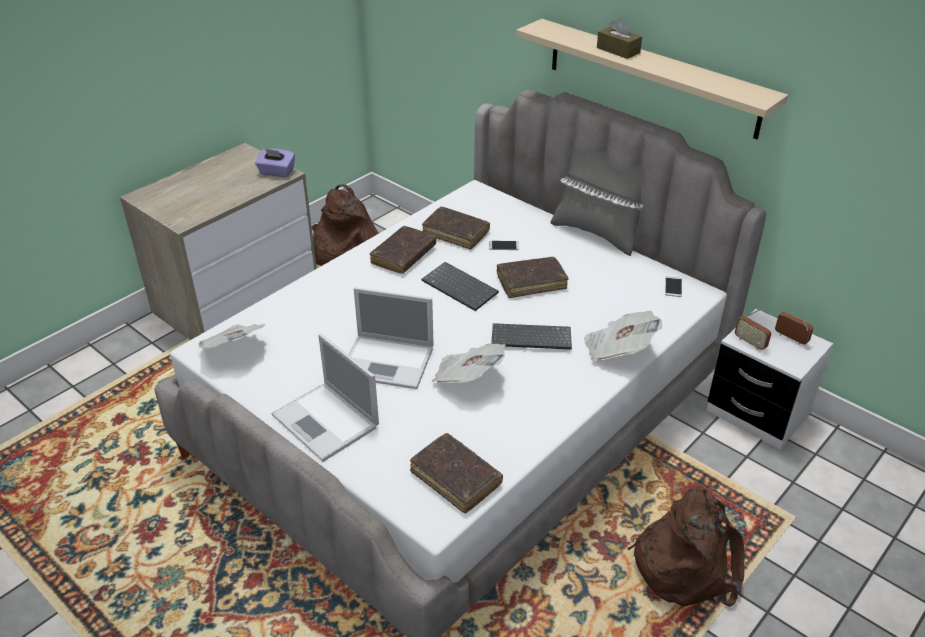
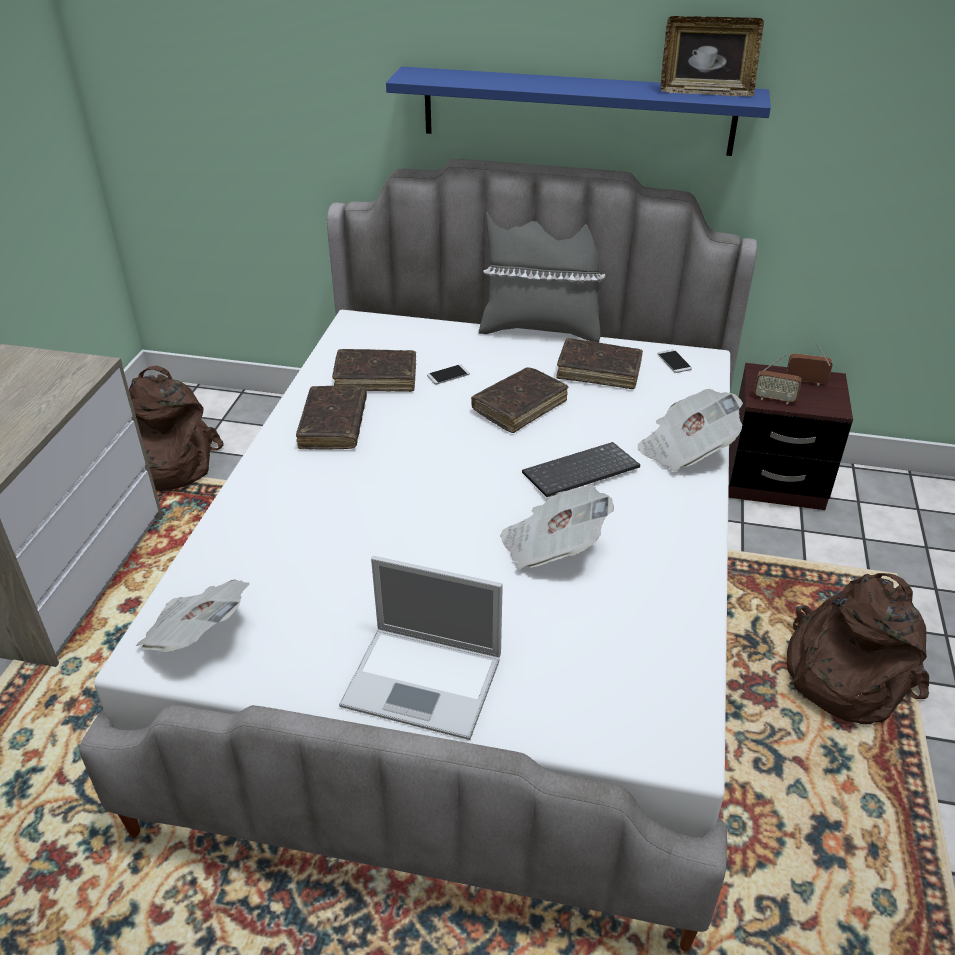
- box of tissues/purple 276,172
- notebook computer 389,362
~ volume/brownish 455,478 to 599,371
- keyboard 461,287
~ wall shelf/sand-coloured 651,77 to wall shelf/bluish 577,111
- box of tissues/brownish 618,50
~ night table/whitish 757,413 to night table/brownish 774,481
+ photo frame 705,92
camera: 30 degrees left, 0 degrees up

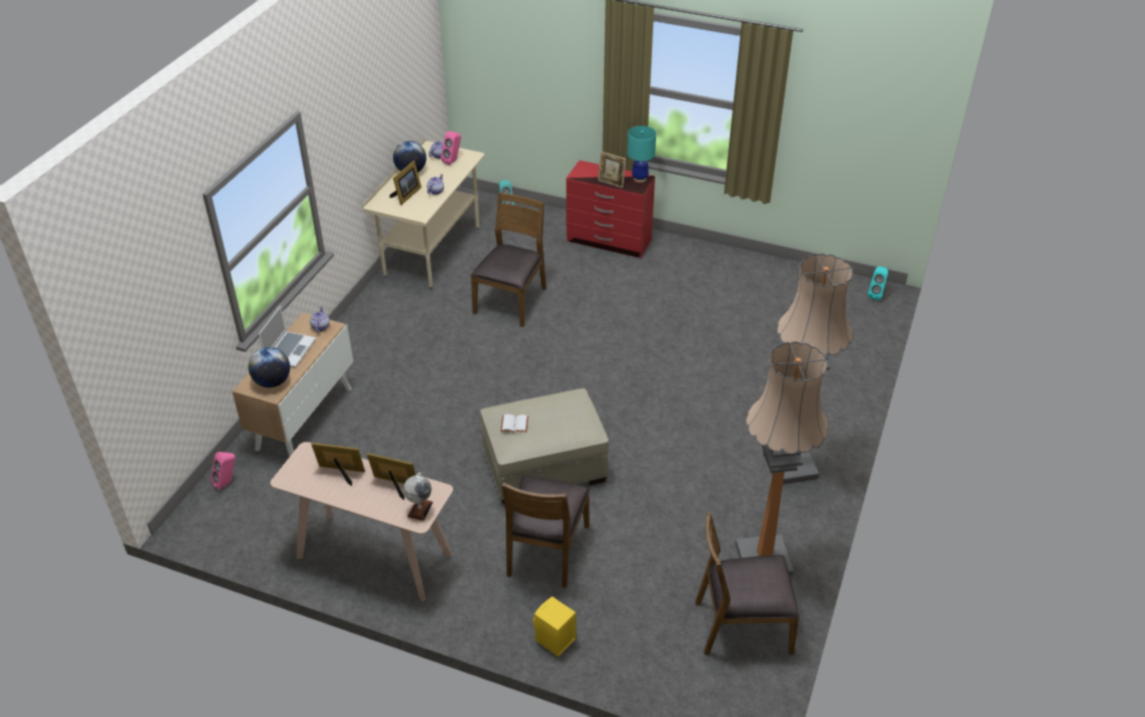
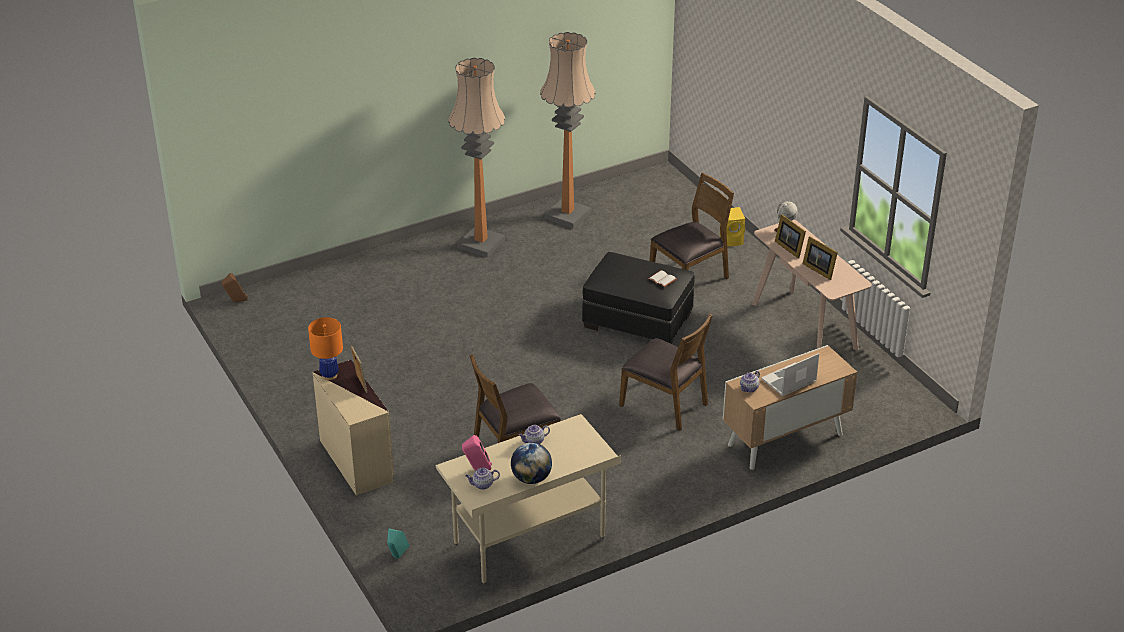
- speaker/pink-coloured 227,483
- world globe 272,382
- photo frame 406,195
~ pouffe/sand-coloured 543,466 to pouffe/black 638,320
~ dresser/reddish 609,241 to dresser/sand-coloured 357,460
~ tabletop lamp/turquoise 639,178 to tabletop lamp/orange 329,375
~ upright chair/brownish 742,625 to 665,404
~ speaker/turquoise 876,295 to speaker/brownish 236,302
camera: 140 degrees left, 5 degrees down

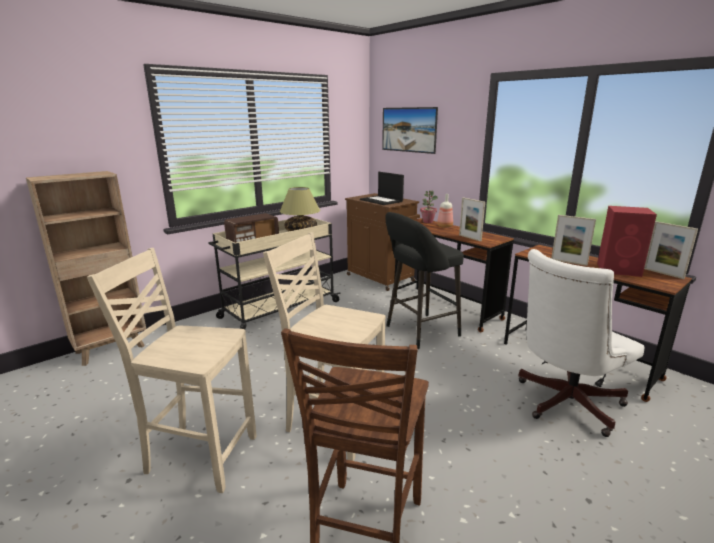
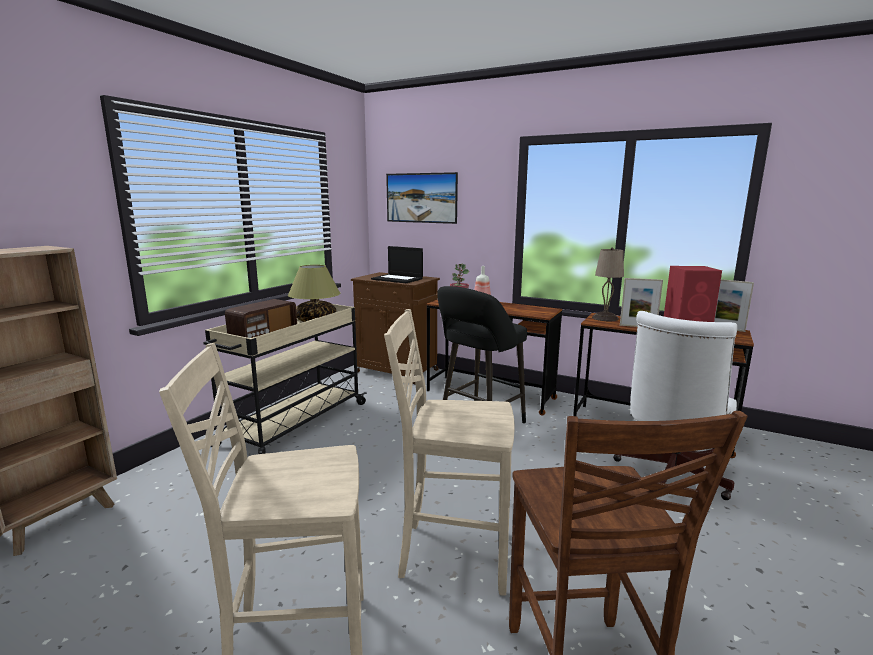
- photo frame 470,238
+ tabletop lamp/sand-coloured 605,318
camera: 20 degrees left, 5 degrees down

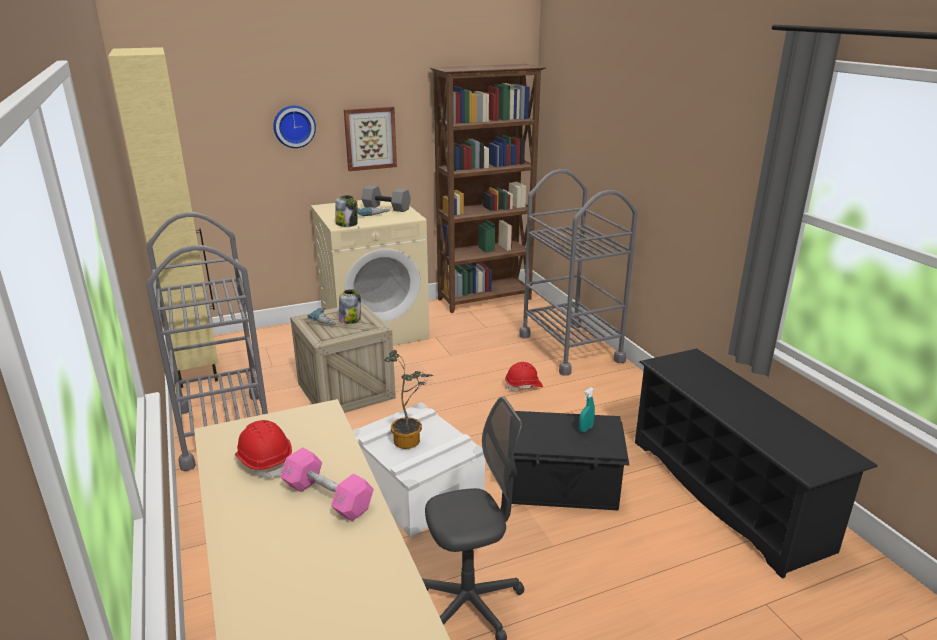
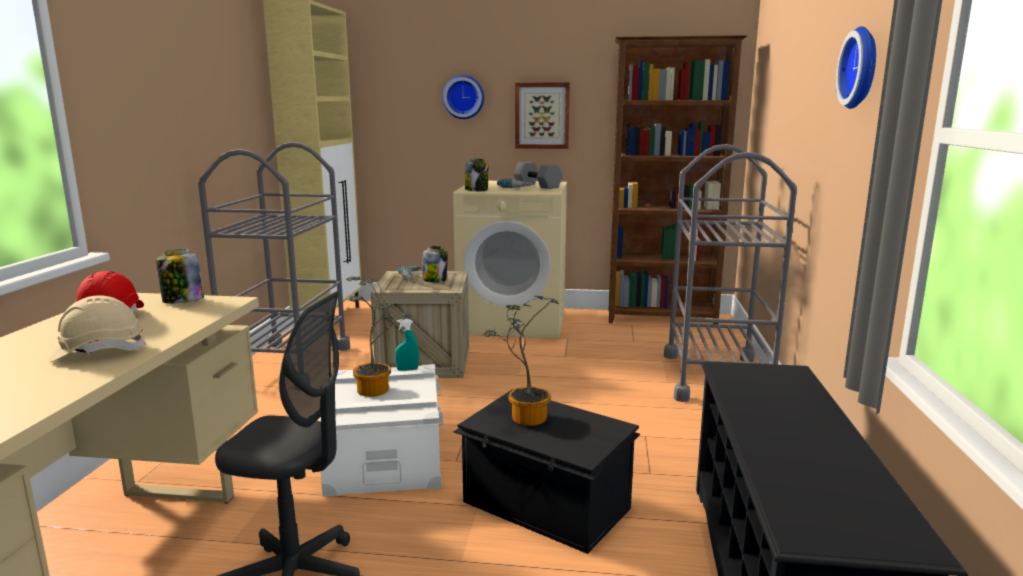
~ dumbbell/pink-coloured 328,497 to hard hat/sand-coloured 98,352
- hard hat/reddish 523,386
~ hand sprayer/turquoise 585,429 to 407,369
+ preserve jar 182,301
+ houseplant 524,417
+ hanging clock 863,68
camera: 30 degrees right, 10 degrees down

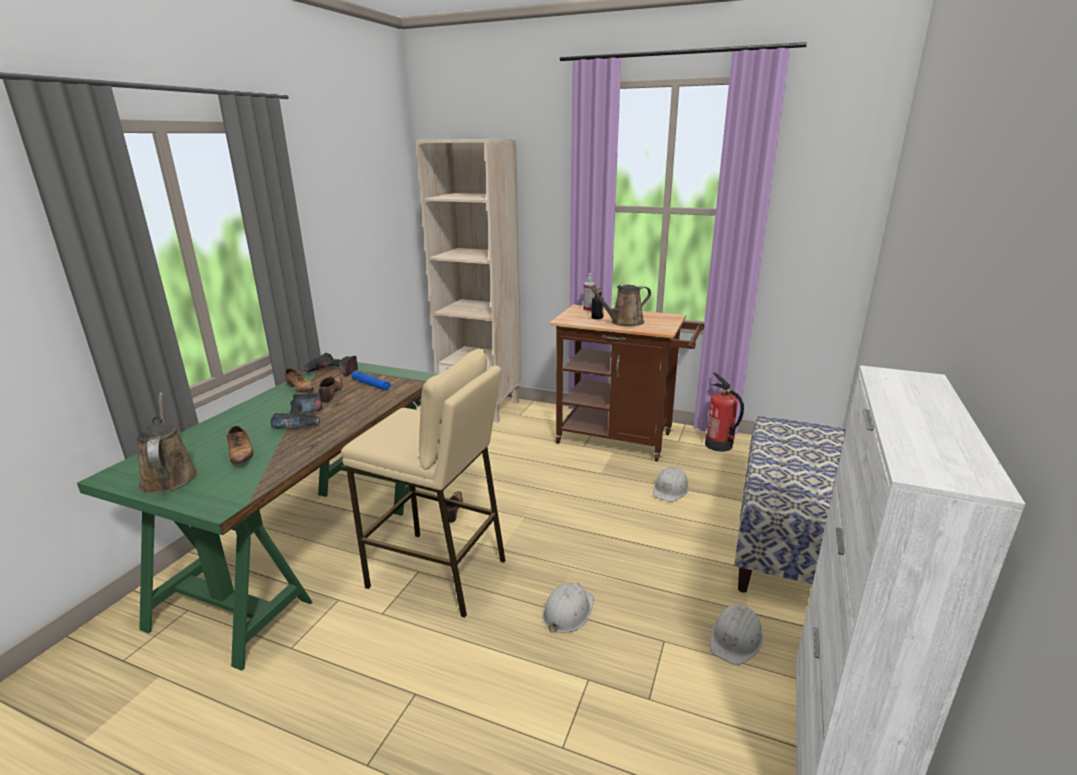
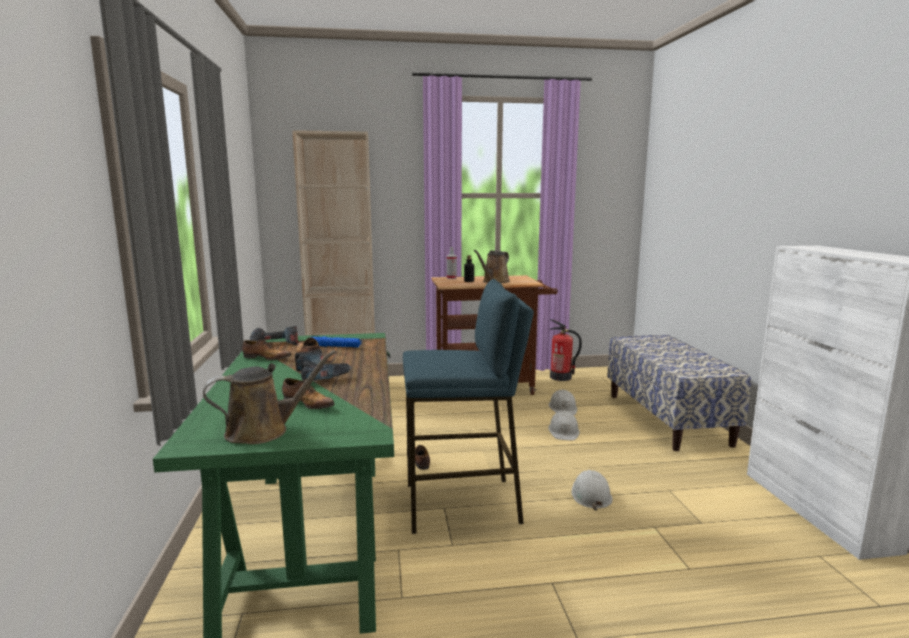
~ sprinkling can/brownish 169,476 = 263,431 120 degrees clockwise
~ stool/sand-coloured 438,574 to stool/bluish 463,504
~ hard hat/whitish 736,639 to 564,431
camera: 30 degrees left, 10 degrees down

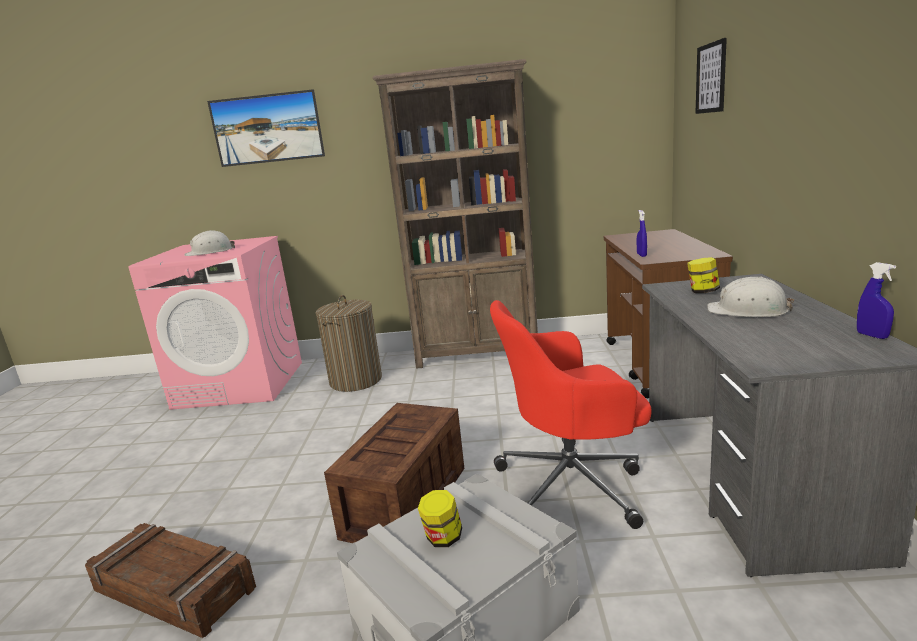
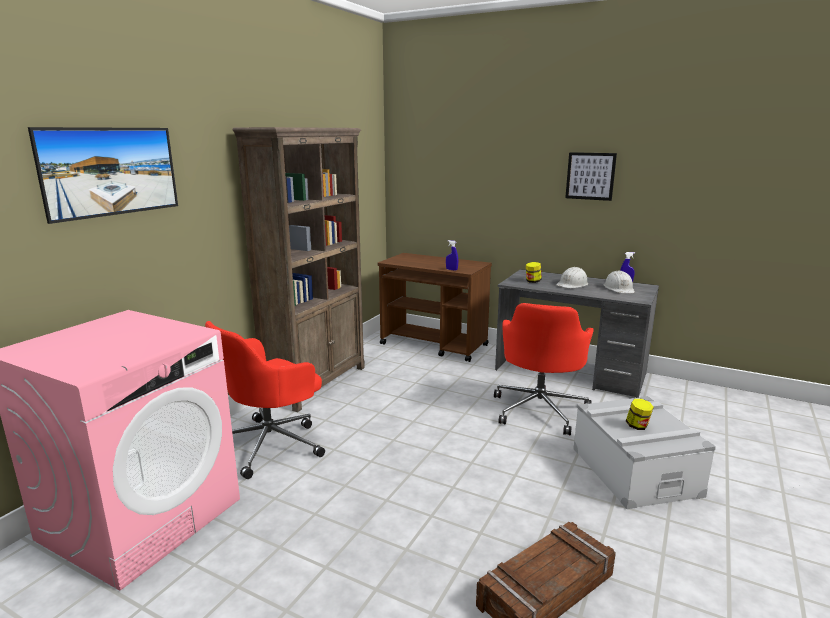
~ hard hat/whitish 210,252 to 619,288
~ hamper 356,380 to desk chair/reddish 271,444
- packing crate 405,502
~ picture 711,78 to 590,176
camera: 65 degrees left, 0 degrees up

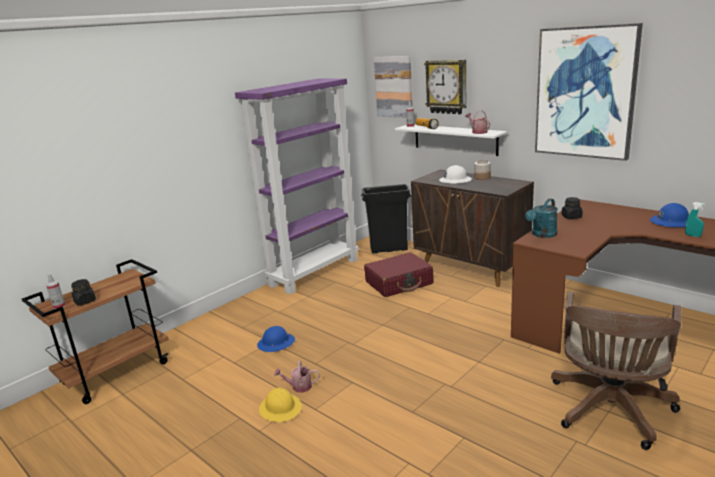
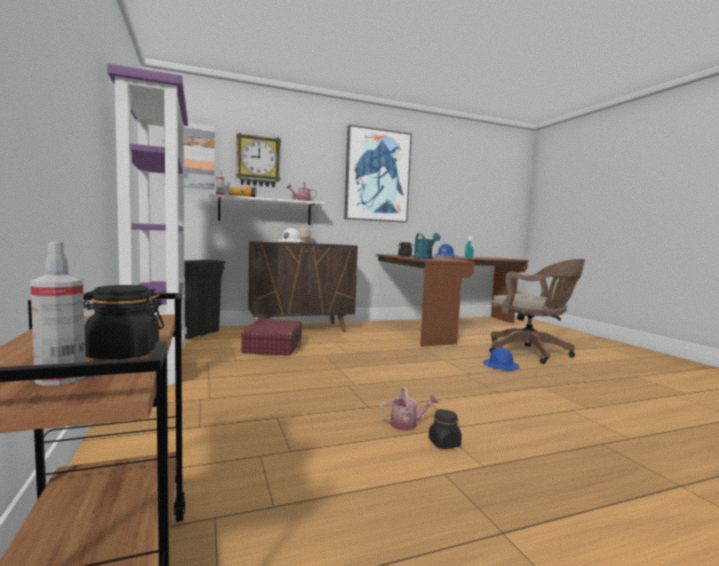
~ hard hat/bluish 276,343 to 501,365
~ hard hat/yellowish 280,408 to preserve jar/black 444,443
~ sprinkling can 299,387 = 407,424 120 degrees counterclockwise
camera: 65 degrees left, 15 degrees down

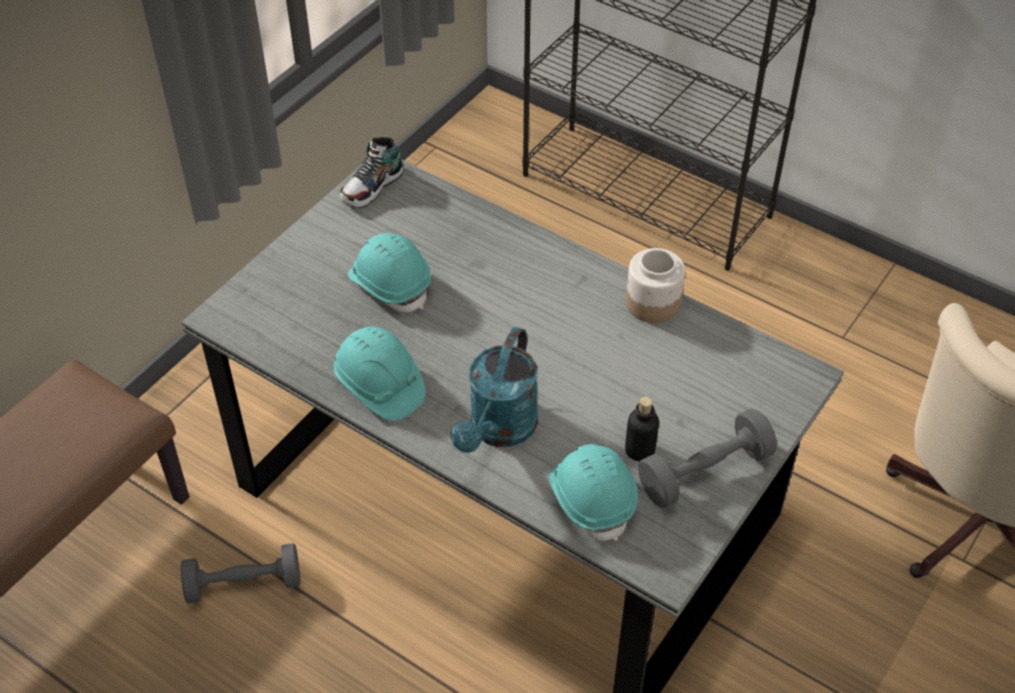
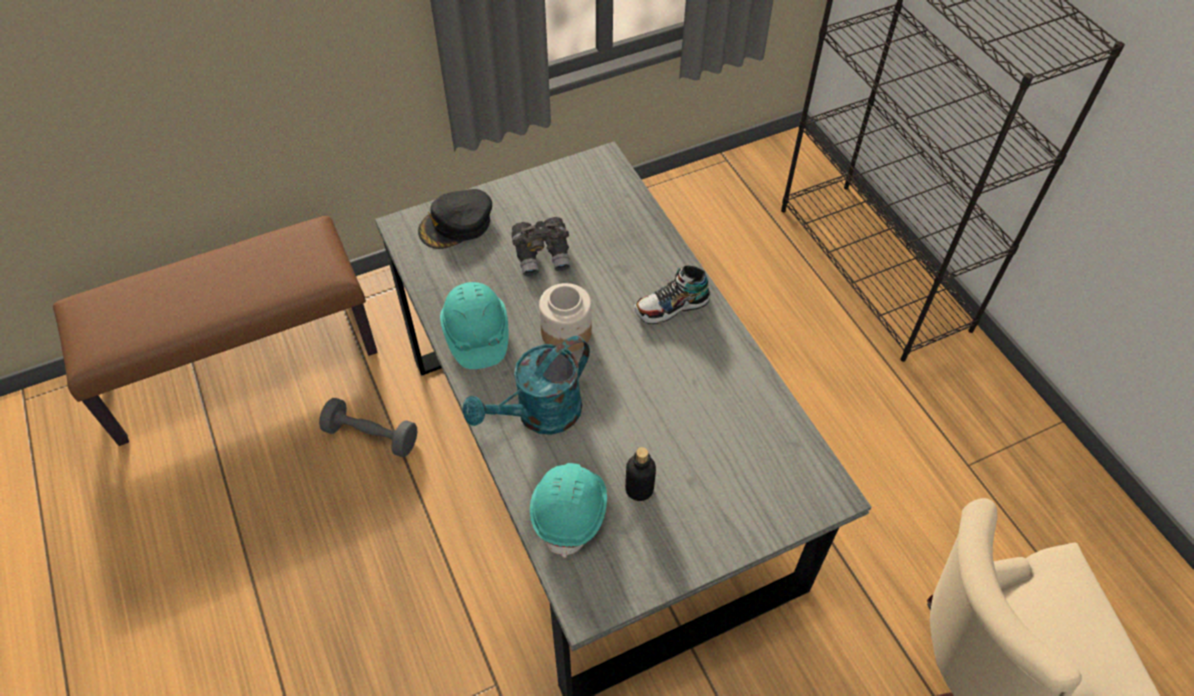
~ item of footwear 372,187 to 671,307
~ hard hat/turquoise 390,284 to field glasses/grey 543,256
~ preserve jar 652,304 to 565,332
- dumbbell/grey 704,472
+ peaked cap/black 456,224
camera: 30 degrees right, 5 degrees up

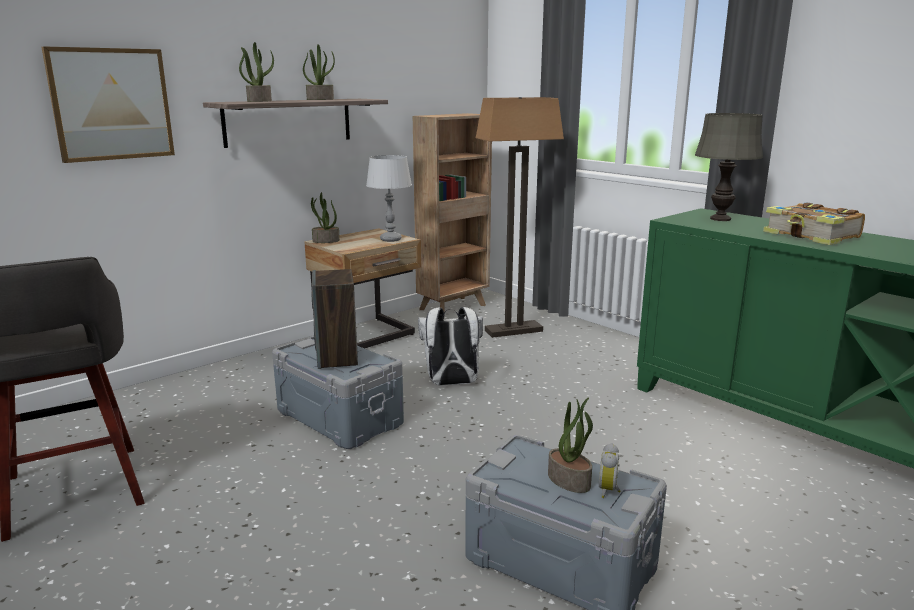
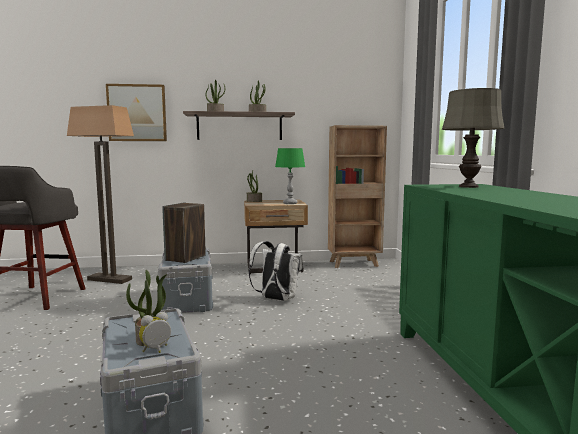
~ tabletop lamp/grey 390,239 to tabletop lamp/green 290,203
~ standing lamp 514,330 to 110,279
- volume 812,236
camera: 35 degrees right, 10 degrees down

